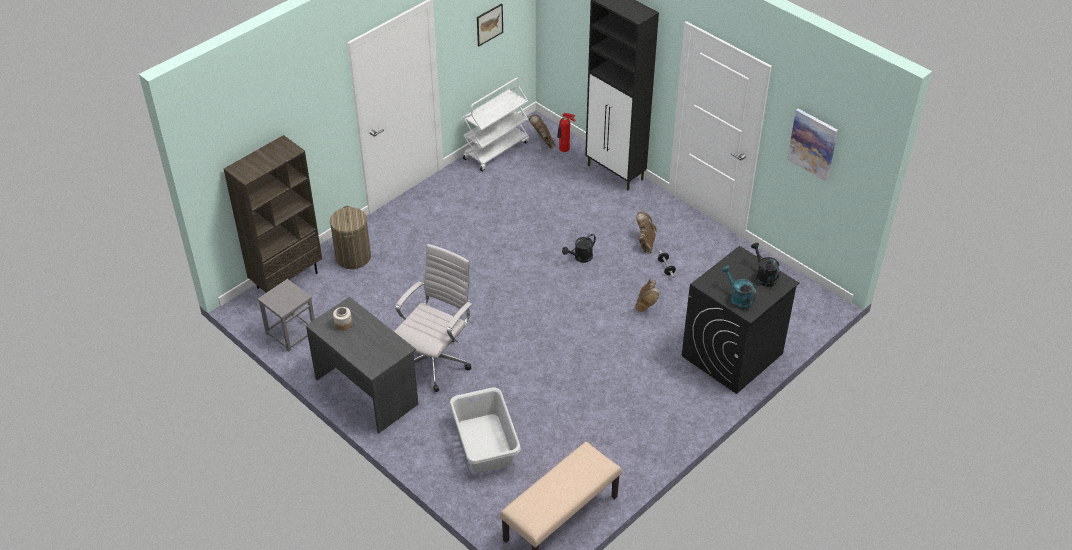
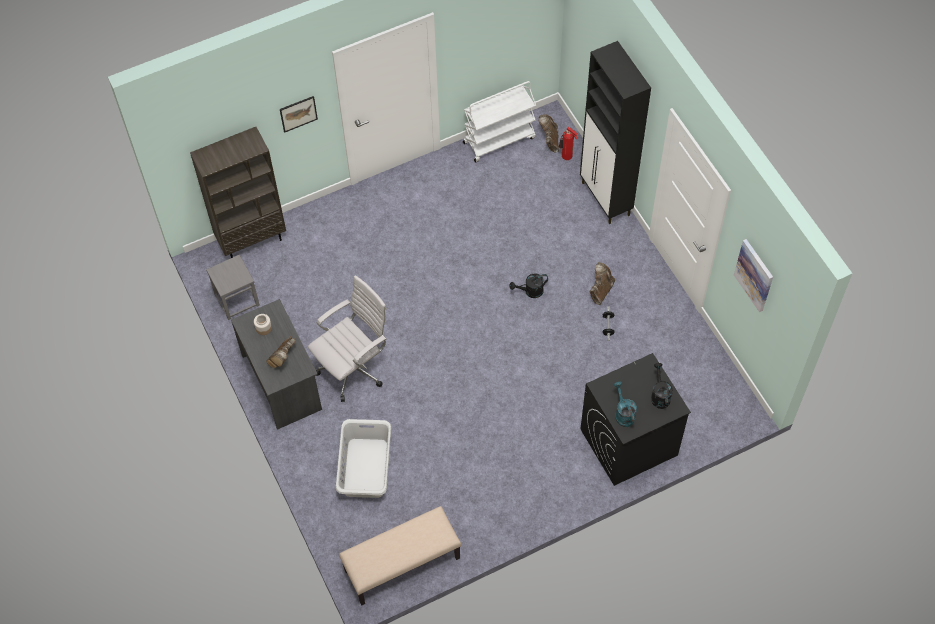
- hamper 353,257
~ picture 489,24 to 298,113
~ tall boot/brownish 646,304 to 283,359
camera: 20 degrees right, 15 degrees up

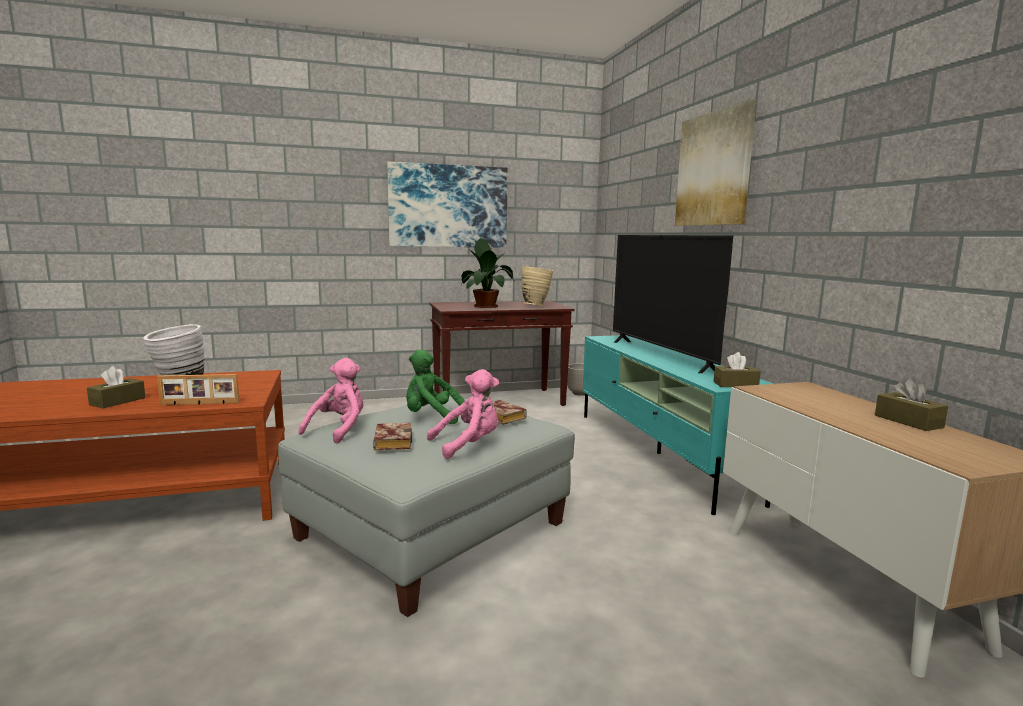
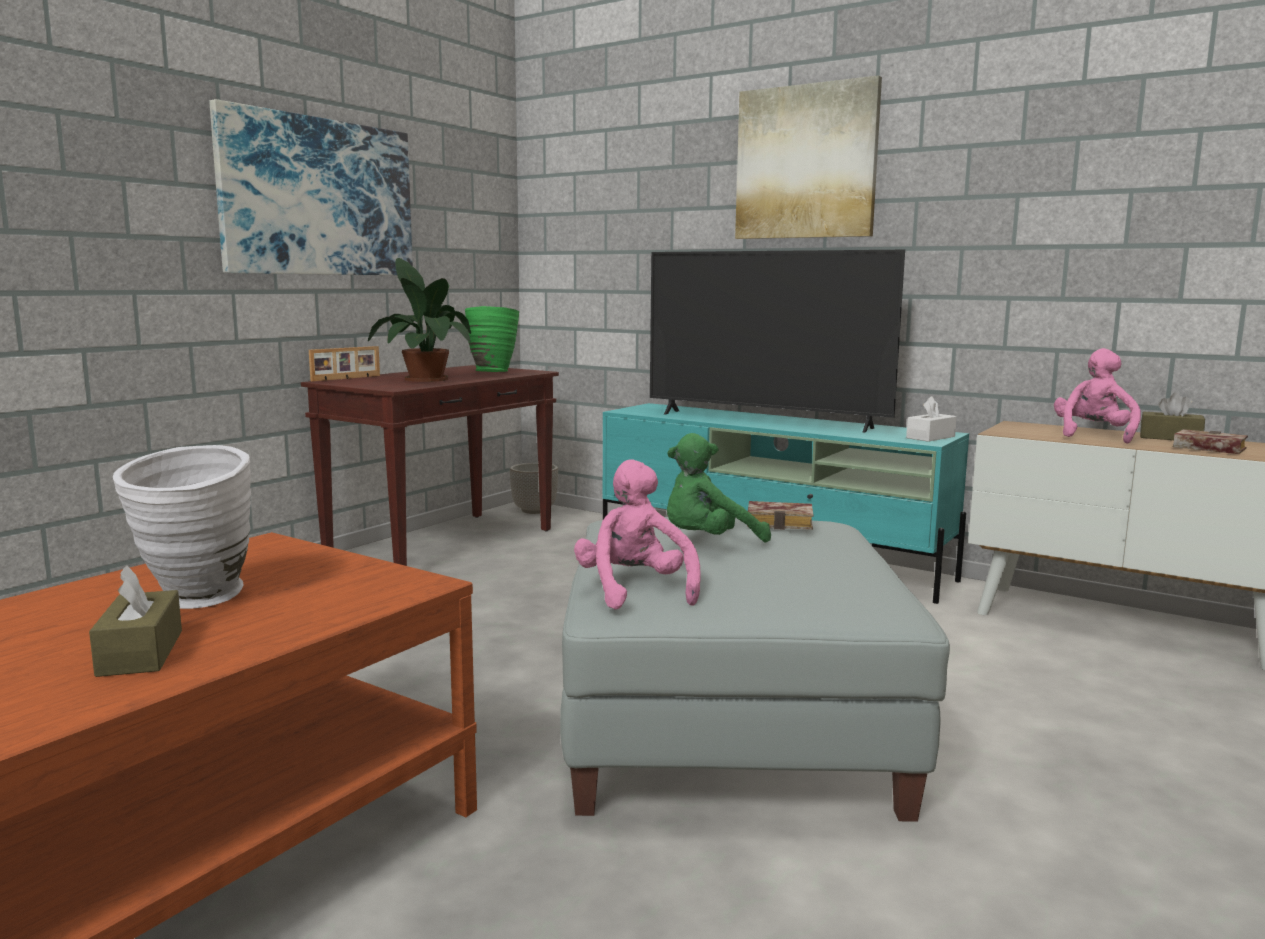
~ photo frame 199,404 to 346,378
~ volume 391,441 to 1205,448
~ plush toy/pink-coloured 468,445 to 1093,435
~ vase/sand-coloured 536,305 to vase/green 492,372
~ box of tissues/brownish 735,384 to box of tissues/whitish 930,437
camera: 40 degrees left, 0 degrees up

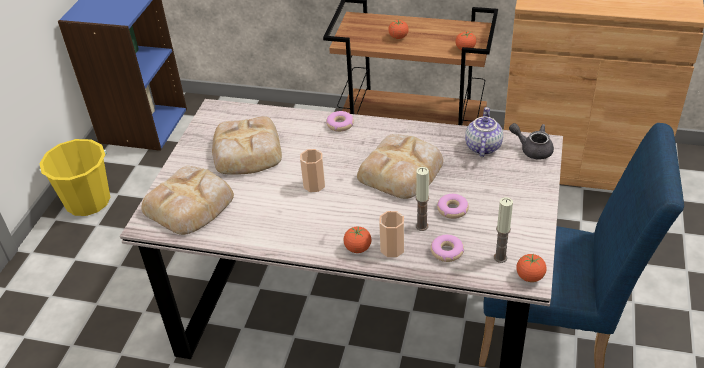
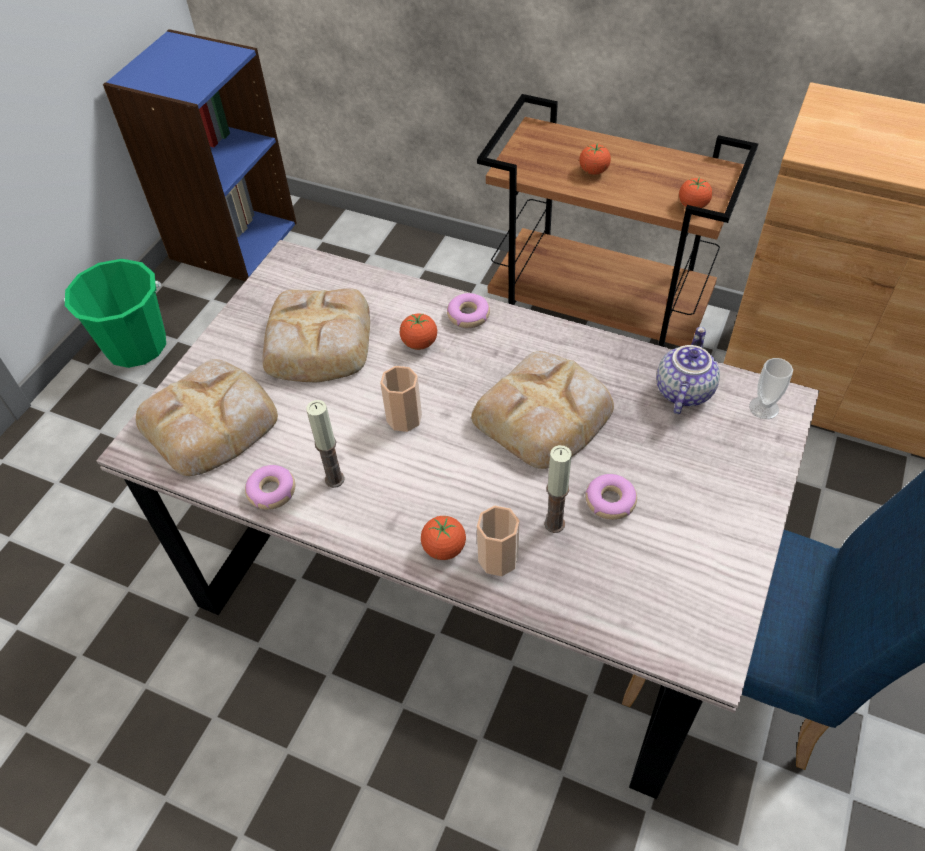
~ bucket/yellowish 88,201 to bucket/green 136,346
~ doughnut 447,252 to 271,492
~ wax light 500,257 to 334,479
~ tea pot/grey 532,149 to small cup 764,408
~ whole tomato 530,277 to 419,343
camera: 10 degrees right, 10 degrees up

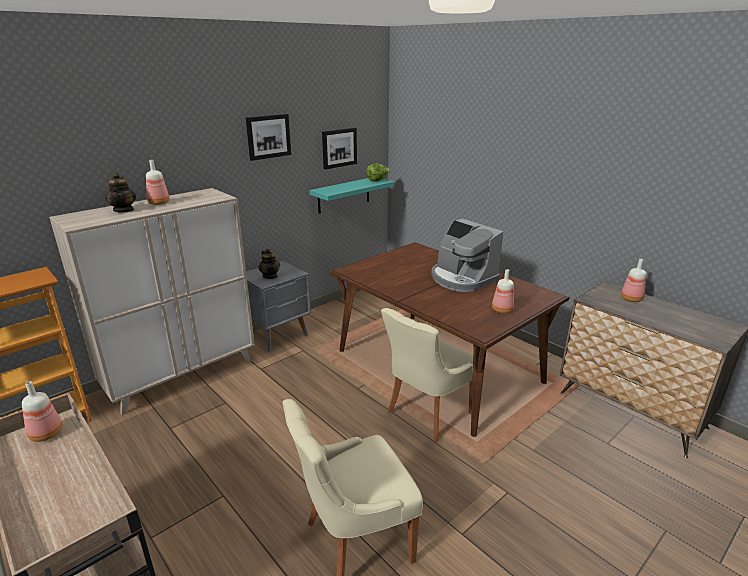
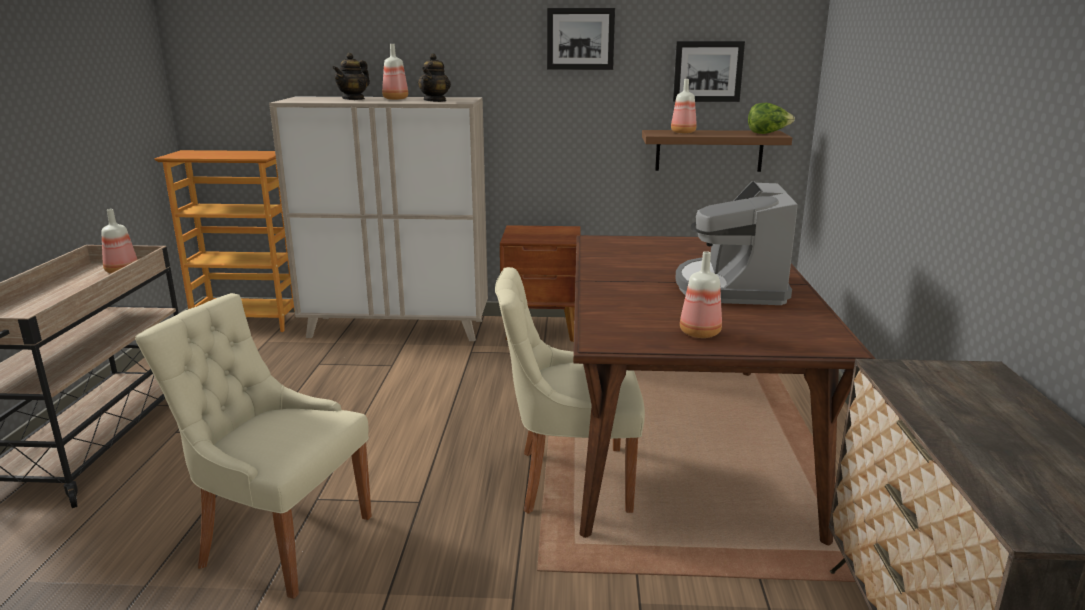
~ night table/grey 279,335 to night table/brownish 543,330
~ tea pot 270,276 to 435,101
~ wall shelf/turquoise 344,195 to wall shelf/brownish 709,150
~ beverage bottle 630,299 to 682,132
camera: 45 degrees right, 5 degrees down

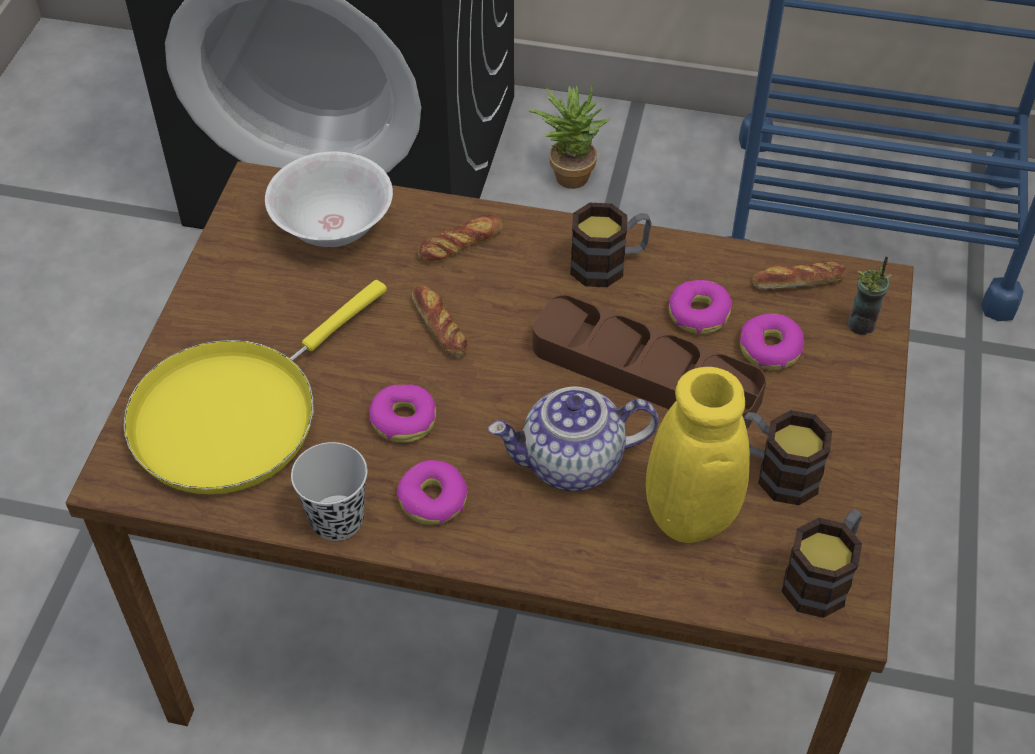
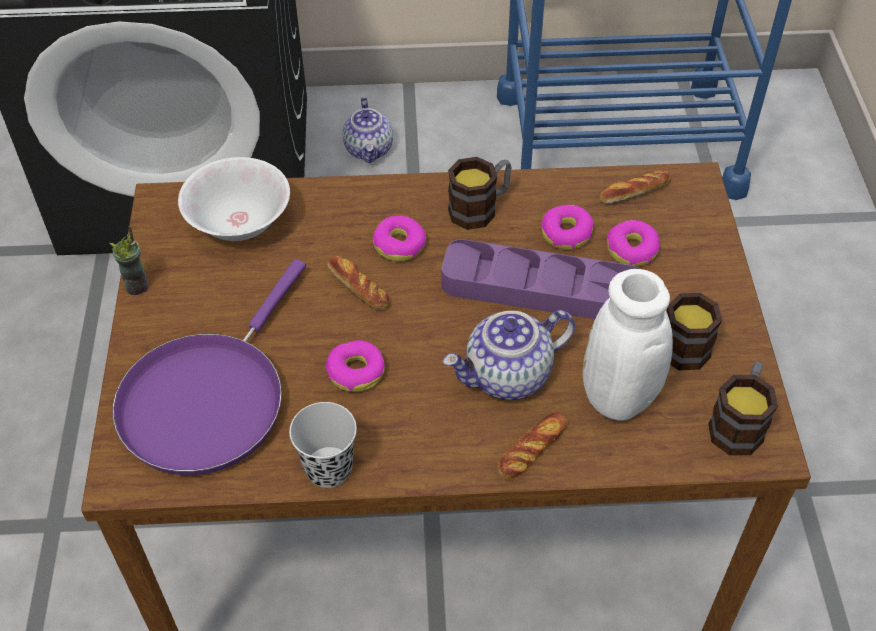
~ pan/yellowish 235,415 to pan/purple 208,399
~ doughnut 433,500 to 399,245
~ bakery bread 460,243 to 531,449
~ houseplant 568,173 to tea pot 369,149
~ carrying tray/brownish 645,372 to carrying tray/purple 541,289
~ vase/yellowish 685,523 to vase/whitish 616,404
~ small cup 861,325 to 137,286
camera: 15 degrees left, 0 degrees up

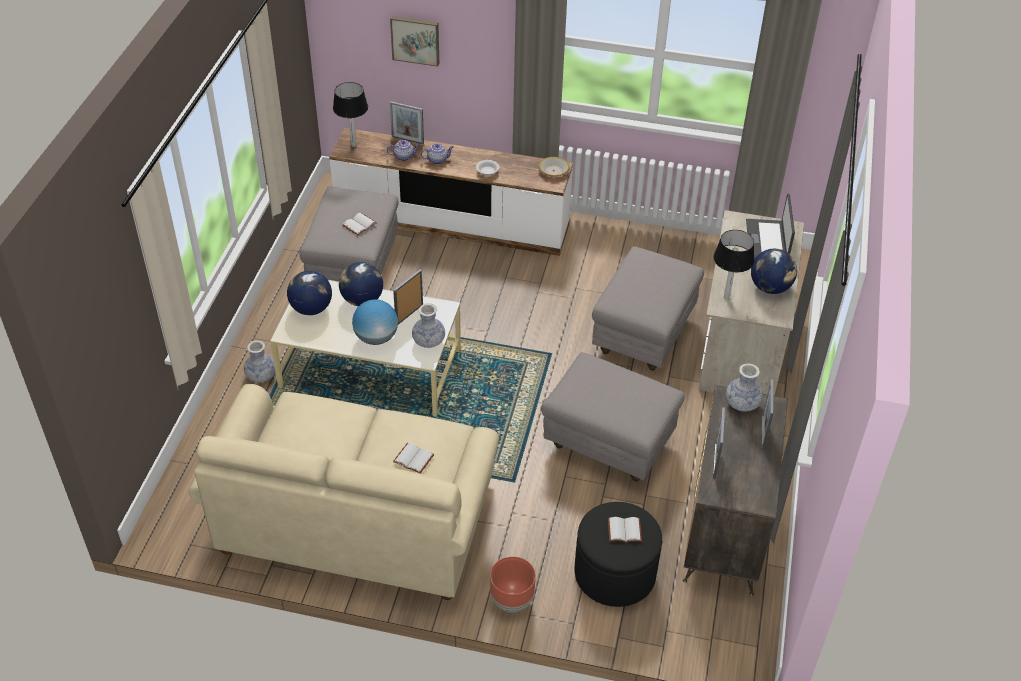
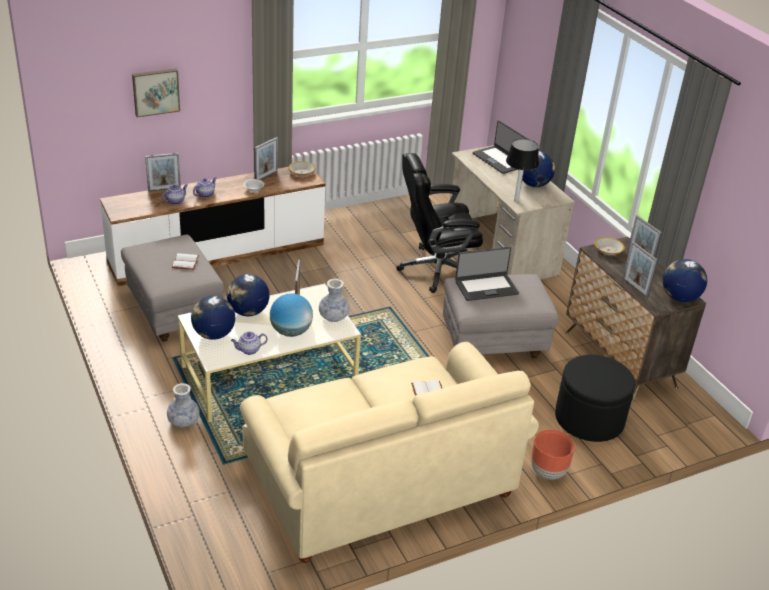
- tabletop lamp 354,145
~ pouffe/grey 643,334 to desk chair/black 436,269
- volume/whitish 624,531
~ vase 742,404 to serving bowl 608,250
+ tea pot 249,350
+ photo frame 266,176
+ notebook computer 486,287
+ world globe 679,297
camera: 40 degrees left, 10 degrees down

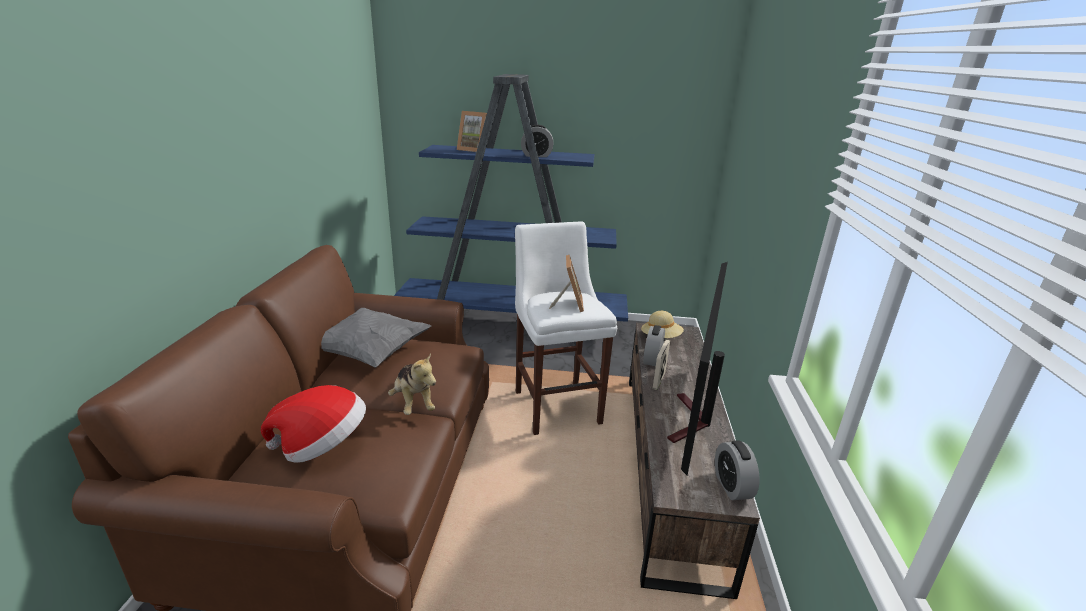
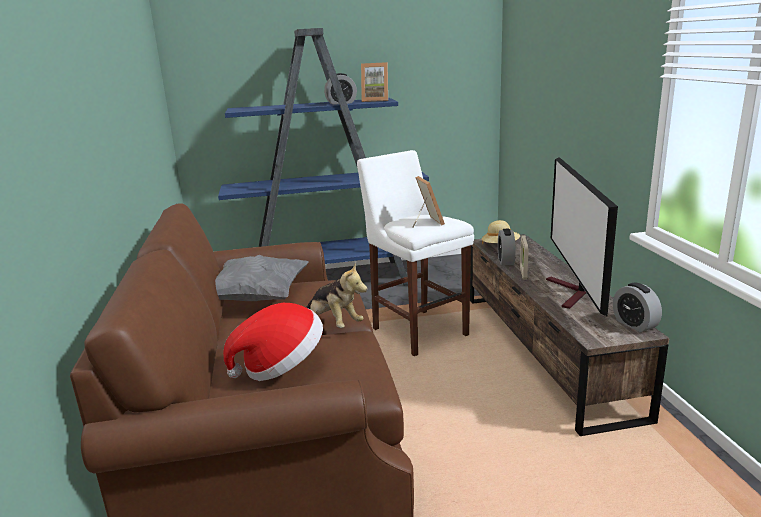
~ photo frame 473,150 to 375,100
camera: 15 degrees left, 5 degrees down

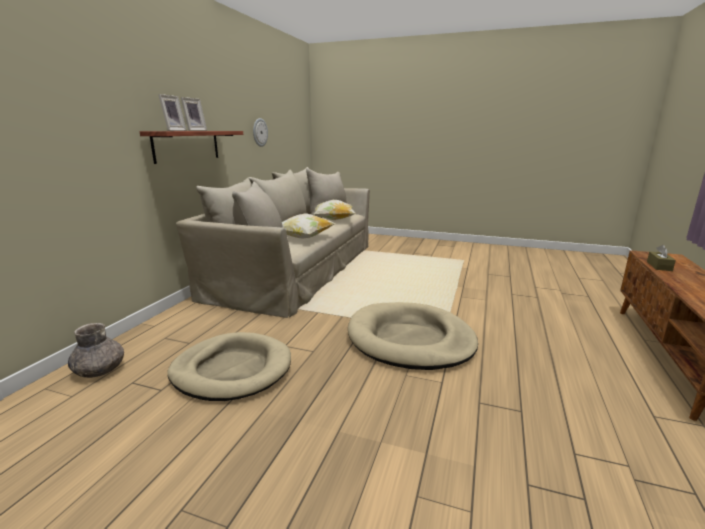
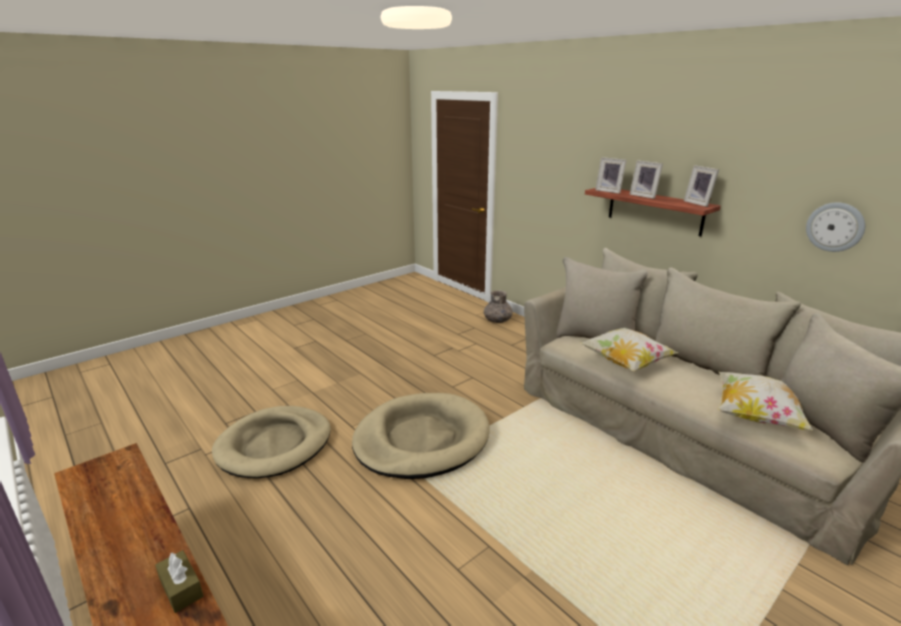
~ dog cushion/sand-coloured 232,370 to 275,445
+ photo frame 699,203
camera: 120 degrees right, 5 degrees up

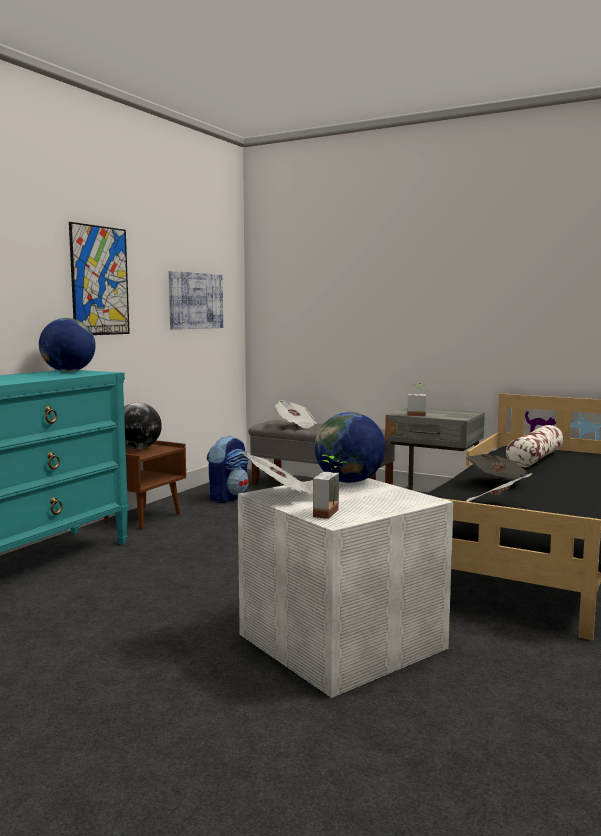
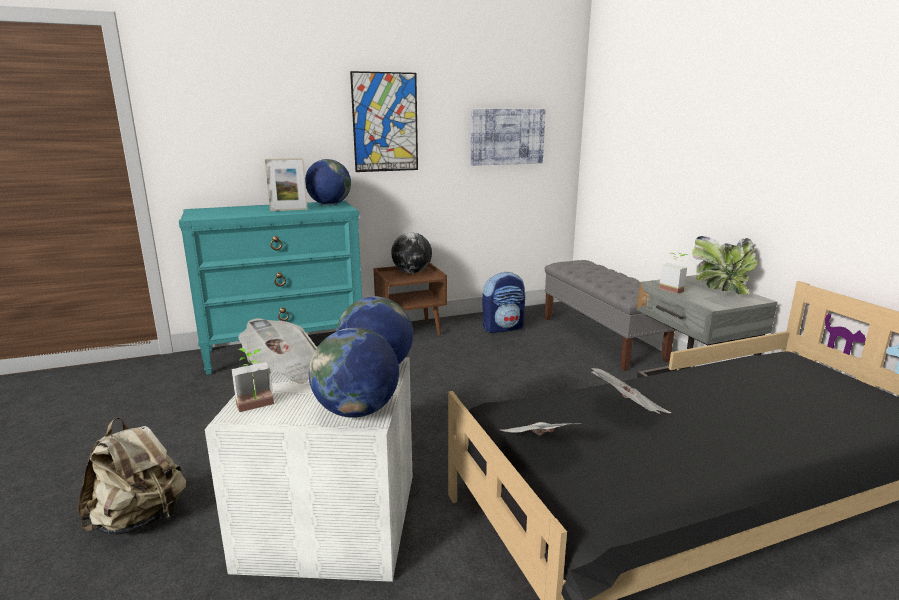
- newspaper 296,426
- cushion 535,458
+ backpack/sand-coloured 140,519
+ photo frame 288,210
+ world globe 356,411
+ houseplant 721,290
camera: 40 degrees right, 10 degrees up

